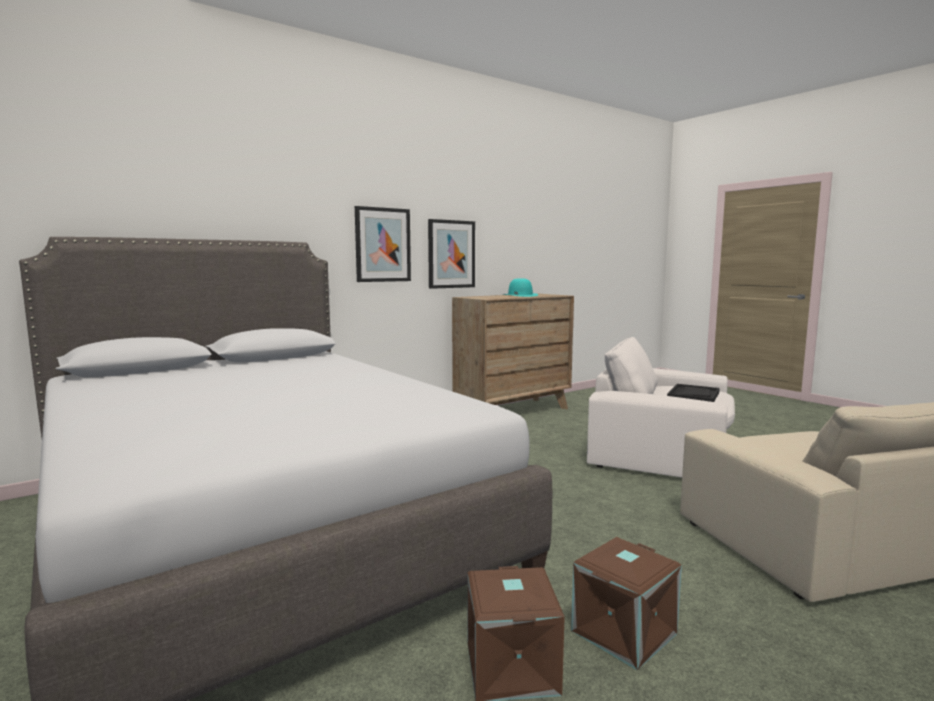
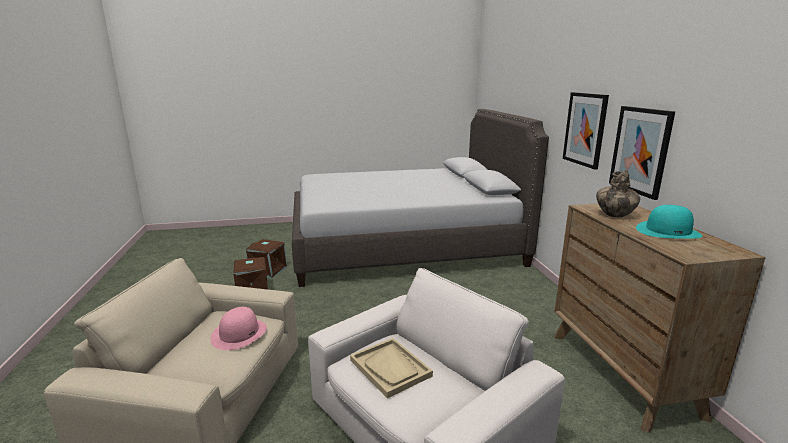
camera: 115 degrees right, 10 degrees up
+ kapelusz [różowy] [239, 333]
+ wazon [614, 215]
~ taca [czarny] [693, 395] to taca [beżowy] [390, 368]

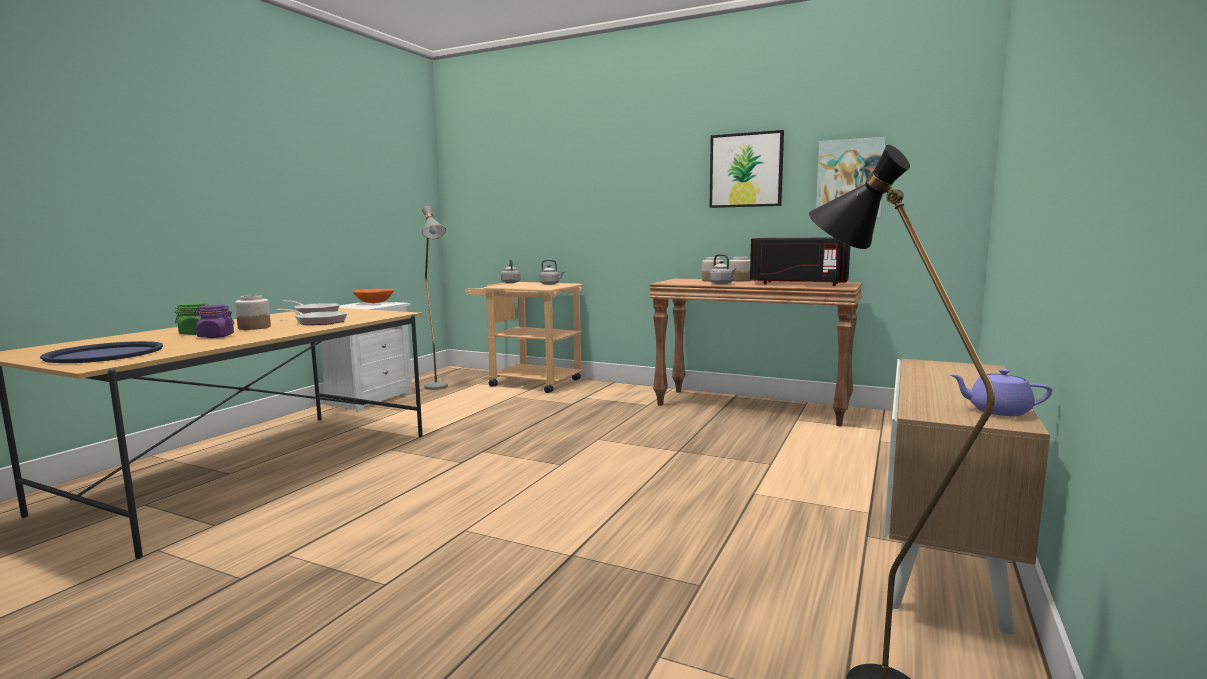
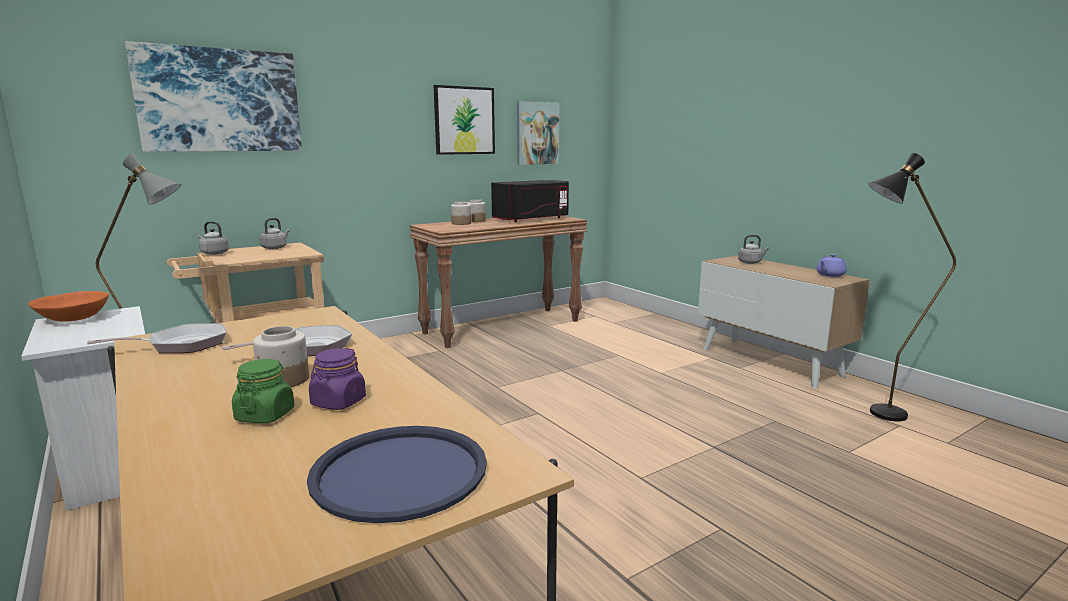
camera: 60 degrees left, 5 degrees up
+ obraz [220, 100]
~ czajnik [szary] [722, 283] to [751, 262]

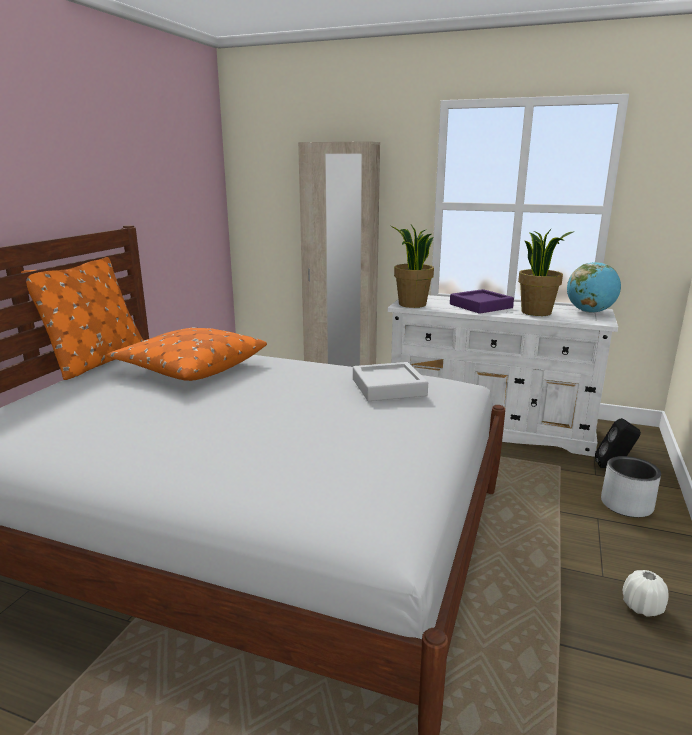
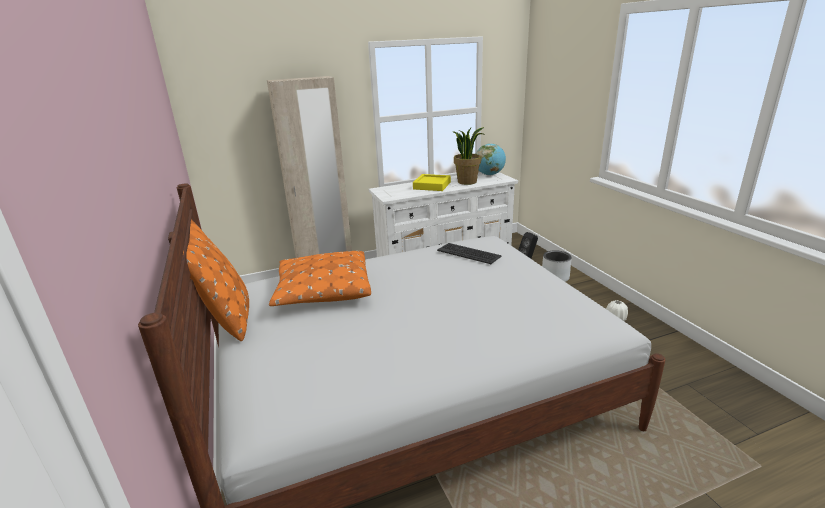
camera: 40 degrees left, 5 degrees up
- roślina doniczkowa [411, 304]
~ taca [szary] [388, 387] to klawiatura [469, 253]
~ taca [fioletowy] [480, 306] to taca [żółty] [432, 186]

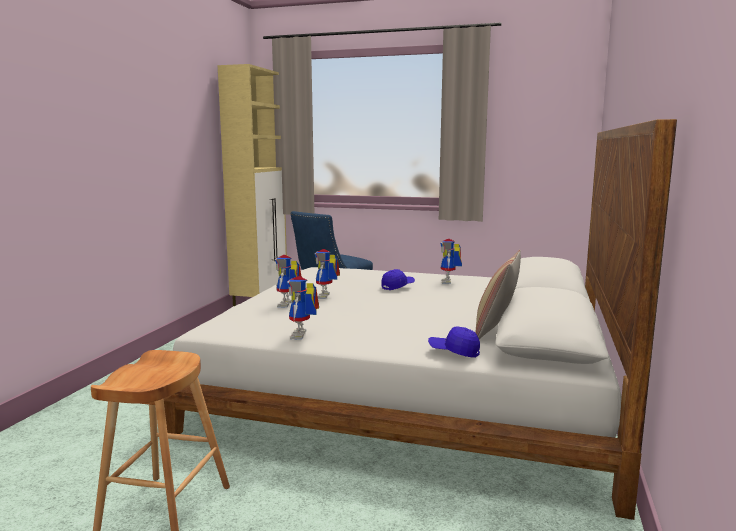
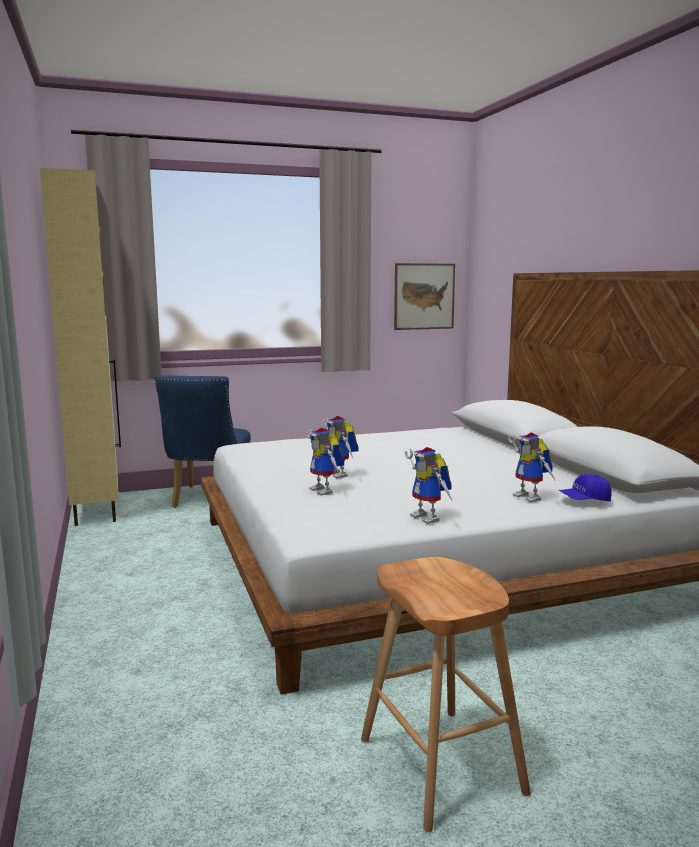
camera: 35 degrees left, 0 degrees up
- czapka z daszkiem [niebieski] [397, 286]
- poduszka [495, 332]
+ obraz [424, 296]
~ robot zabawkowy [449, 282] to [532, 497]

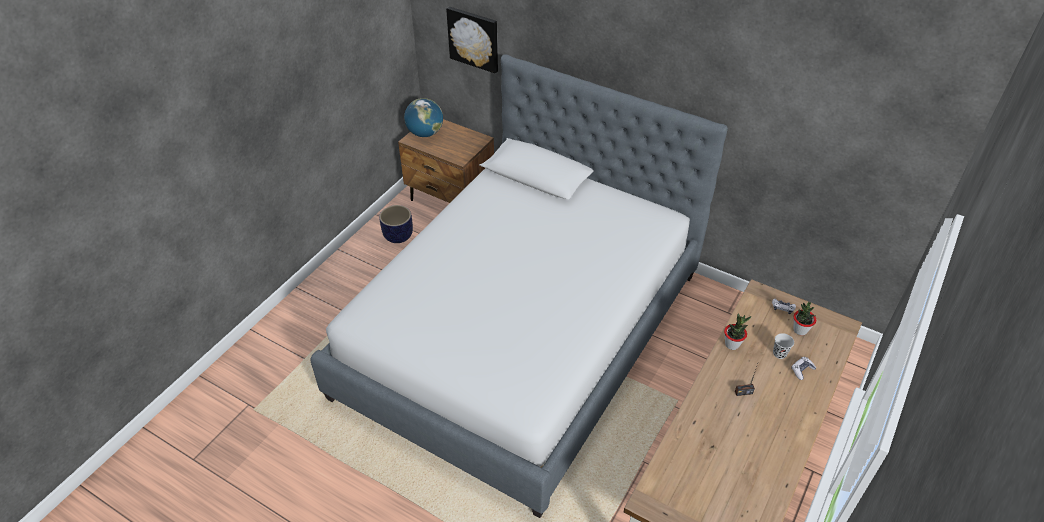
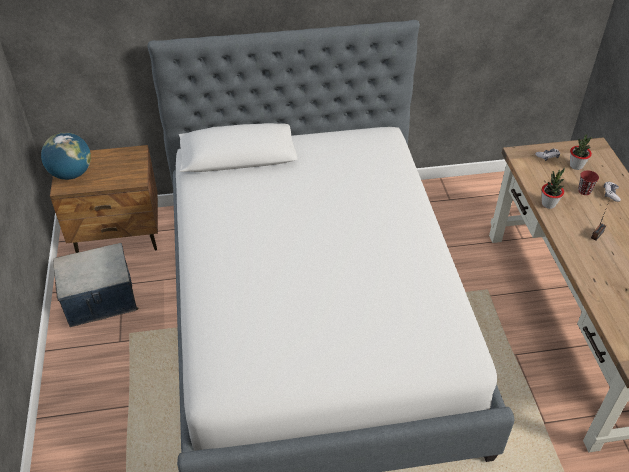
camera: 40 degrees left, 0 degrees up
- obraz [474, 38]
~ donica [398, 236] to pojemnik do przechowywania [100, 300]
~ filiżanka [czarny] [779, 353] to filiżanka [czerwony] [584, 191]

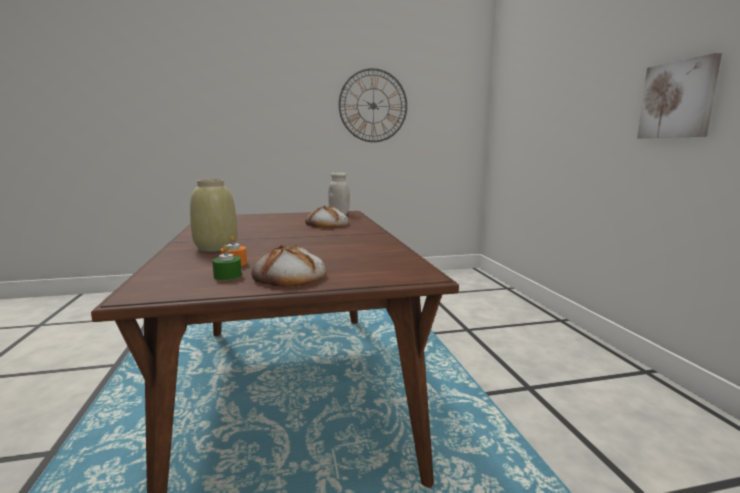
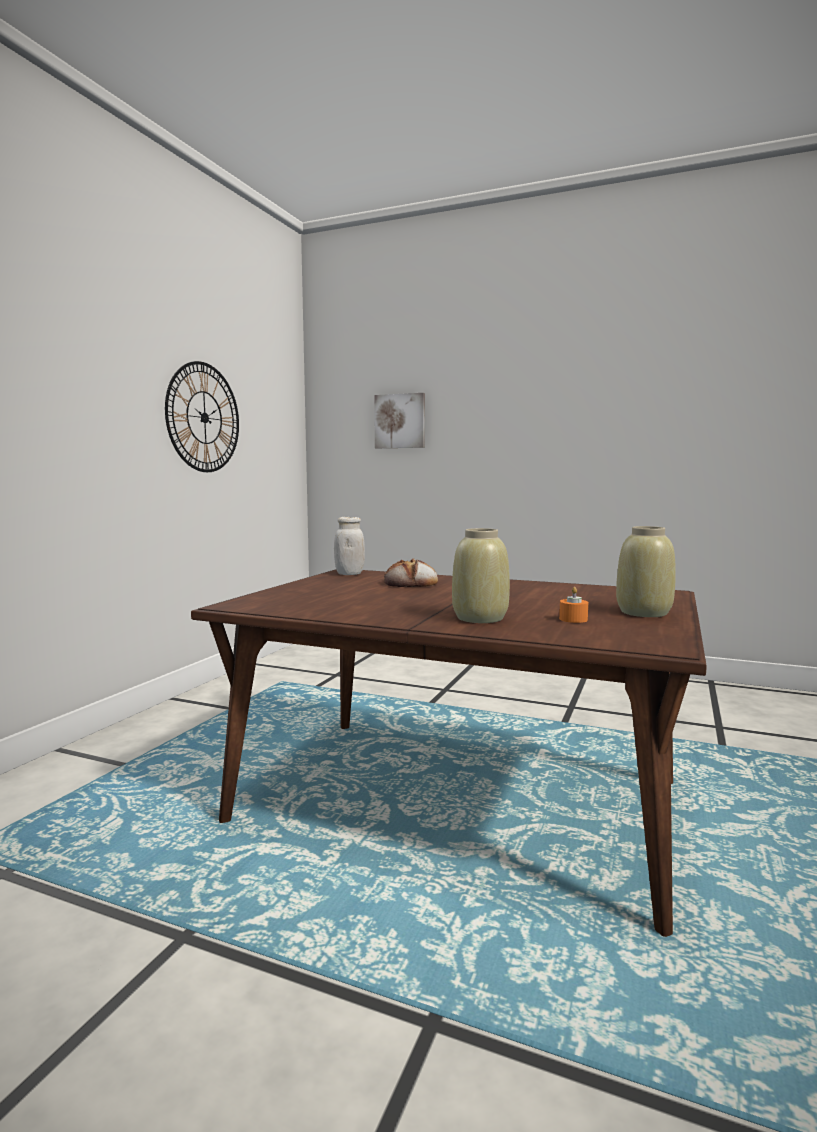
camera: 55 degrees left, 5 degrees down
- świeca [zielony] [227, 276]
~ obraz [677, 100] to [400, 421]
~ chleb [289, 277] to wazon [beżowy] [644, 612]

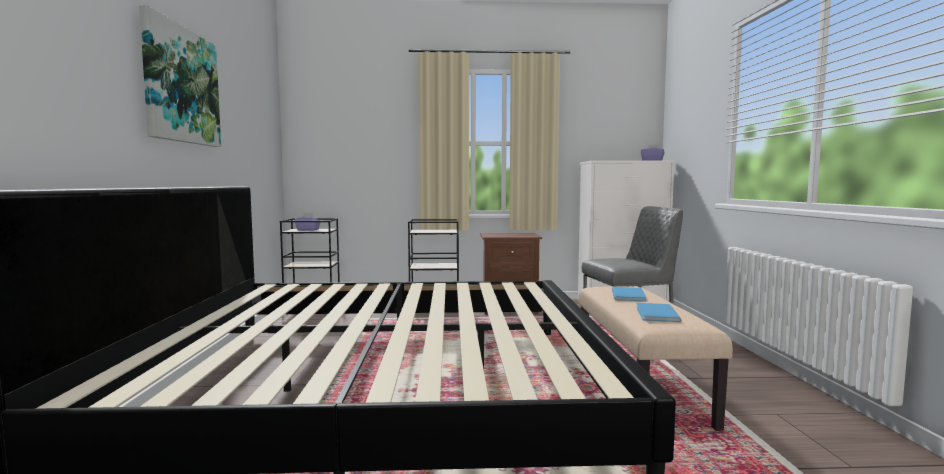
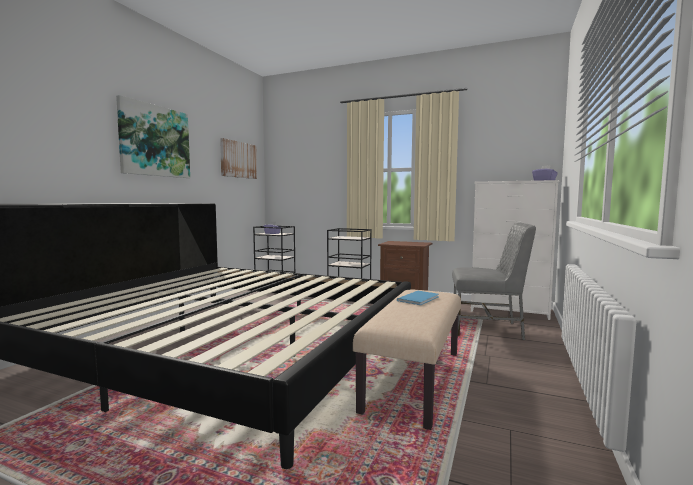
camera: 25 degrees right, 0 degrees up
- książka [niebieski] [655, 314]
+ obraz [238, 159]

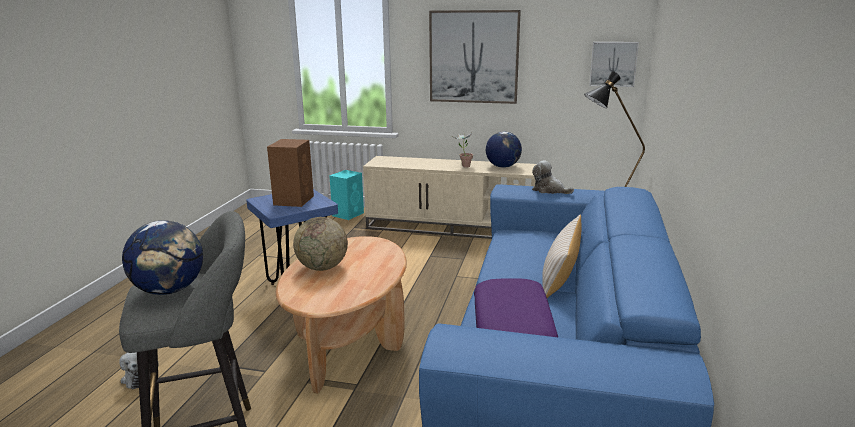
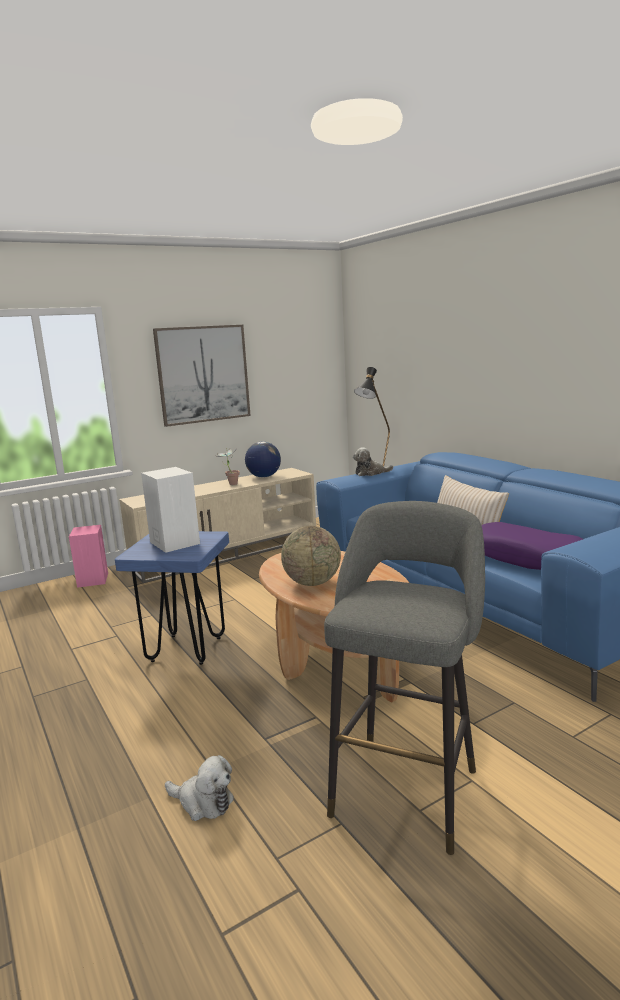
camera: 45 degrees left, 5 degrees down
- globus [170, 290]
- obraz [613, 64]
~ głośnik [brązowy] [294, 200] to głośnik [biały] [174, 542]
~ głośnik [turkusowy] [348, 214] to głośnik [różowy] [93, 579]

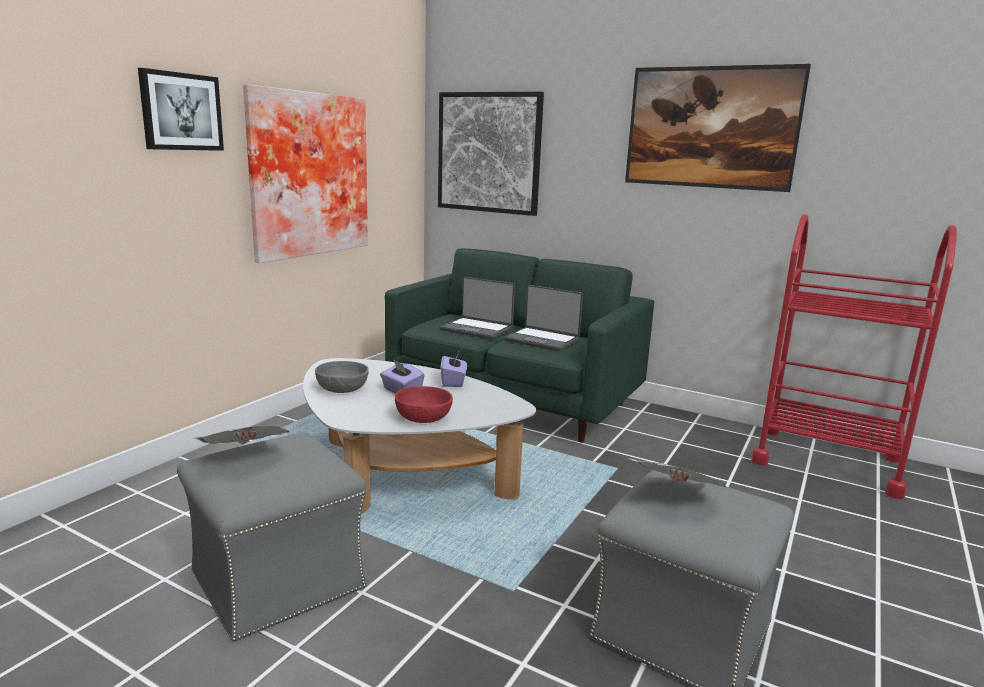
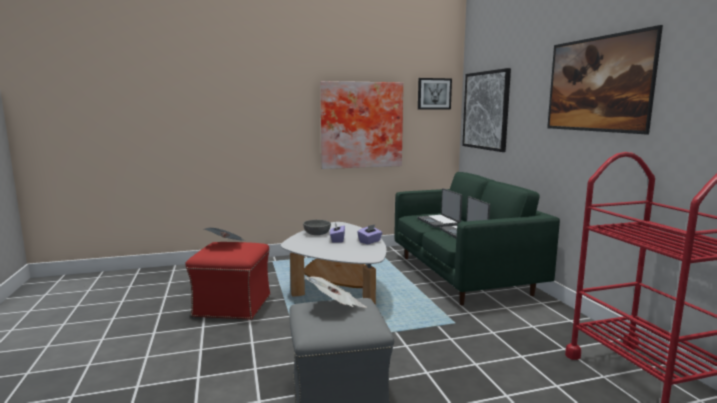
camera: 45 degrees right, 5 degrees down
- miska [czerwony] [423, 417]
~ obraz [181, 111] to [434, 94]
~ pufa [szary] [276, 581] to pufa [czerwony] [232, 306]

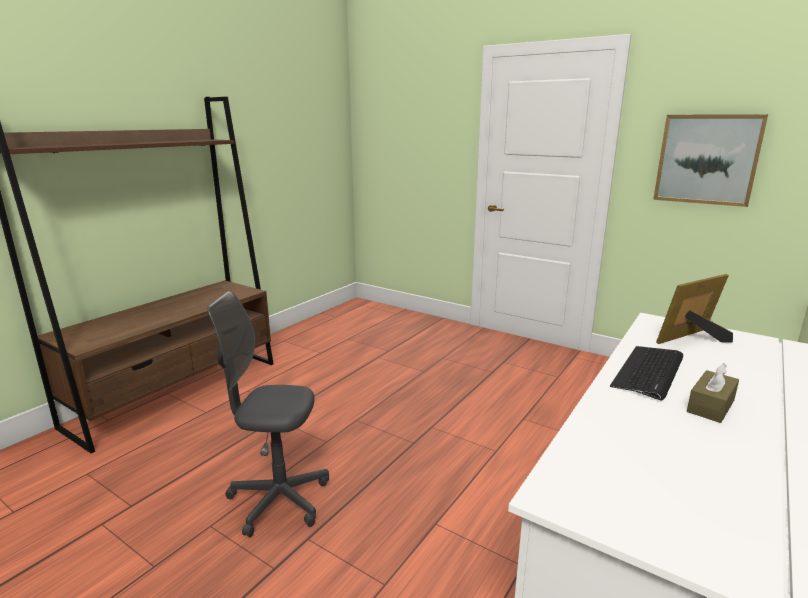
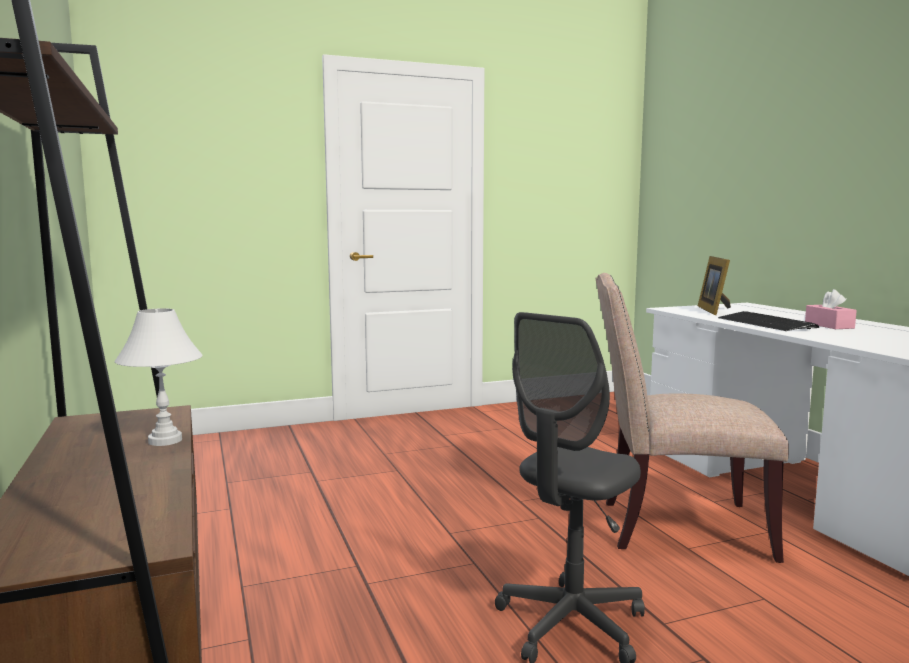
camera: 55 degrees left, 10 degrees down
- obraz [707, 159]
+ lampa stołowa [biały] [165, 440]
+ krzesło [beżowy] [676, 528]
~ pudełko chusteczek [brązowy] [710, 406] to pudełko chusteczek [różowy] [829, 325]

